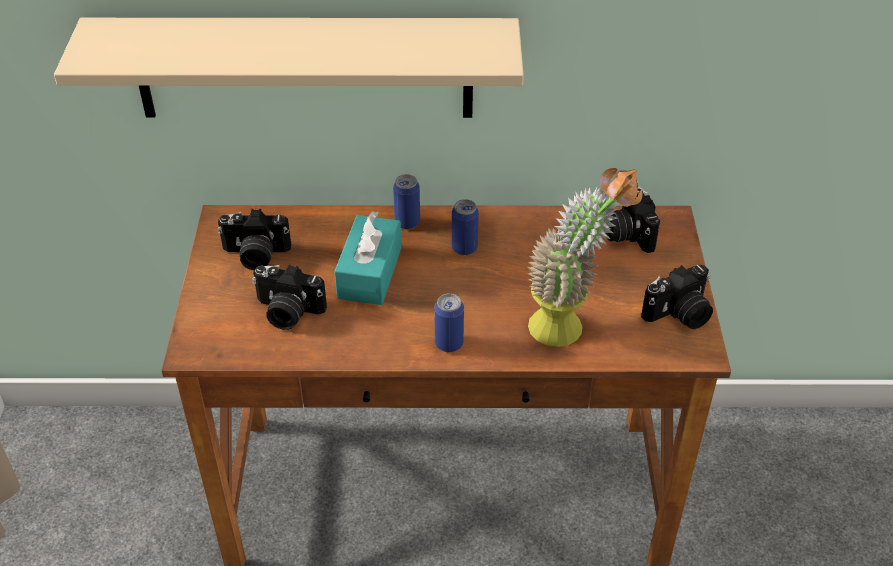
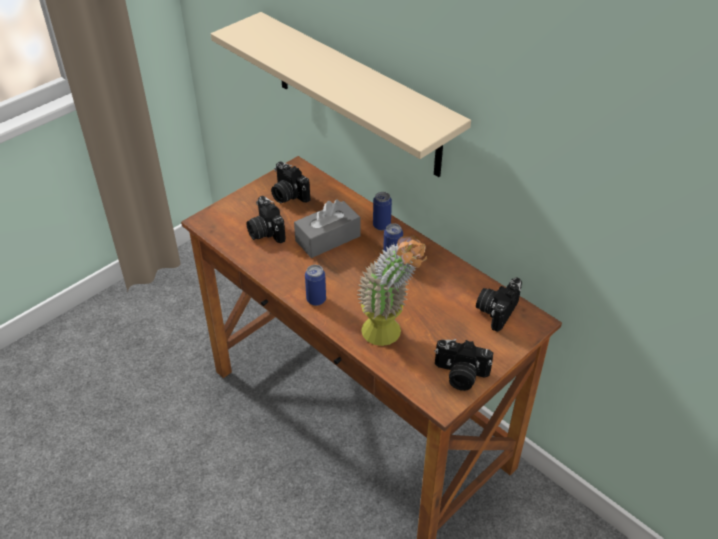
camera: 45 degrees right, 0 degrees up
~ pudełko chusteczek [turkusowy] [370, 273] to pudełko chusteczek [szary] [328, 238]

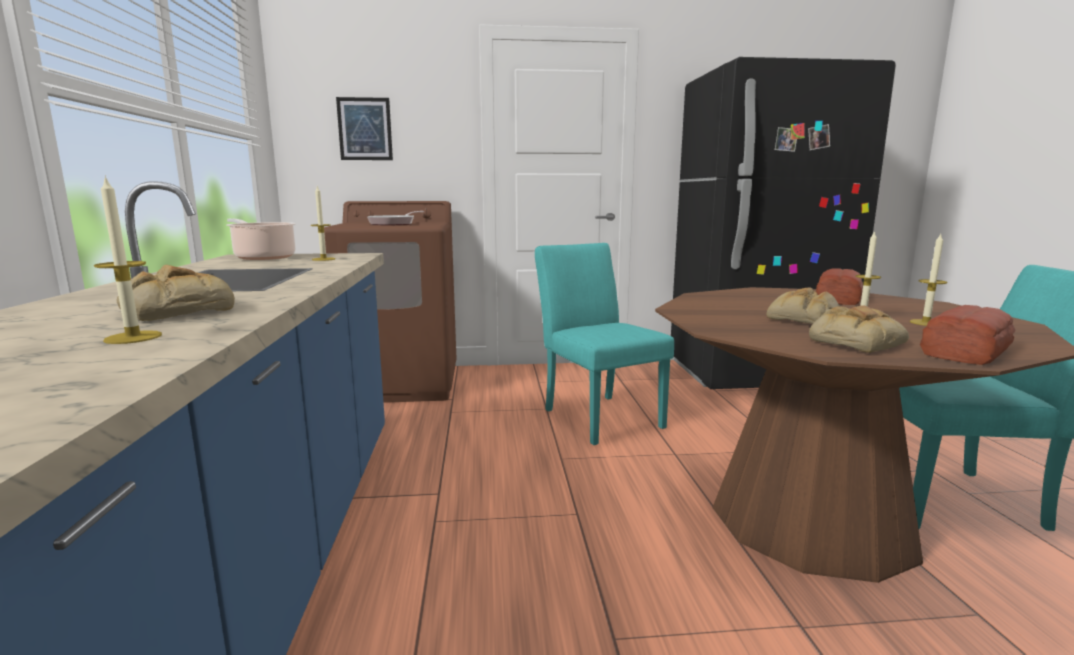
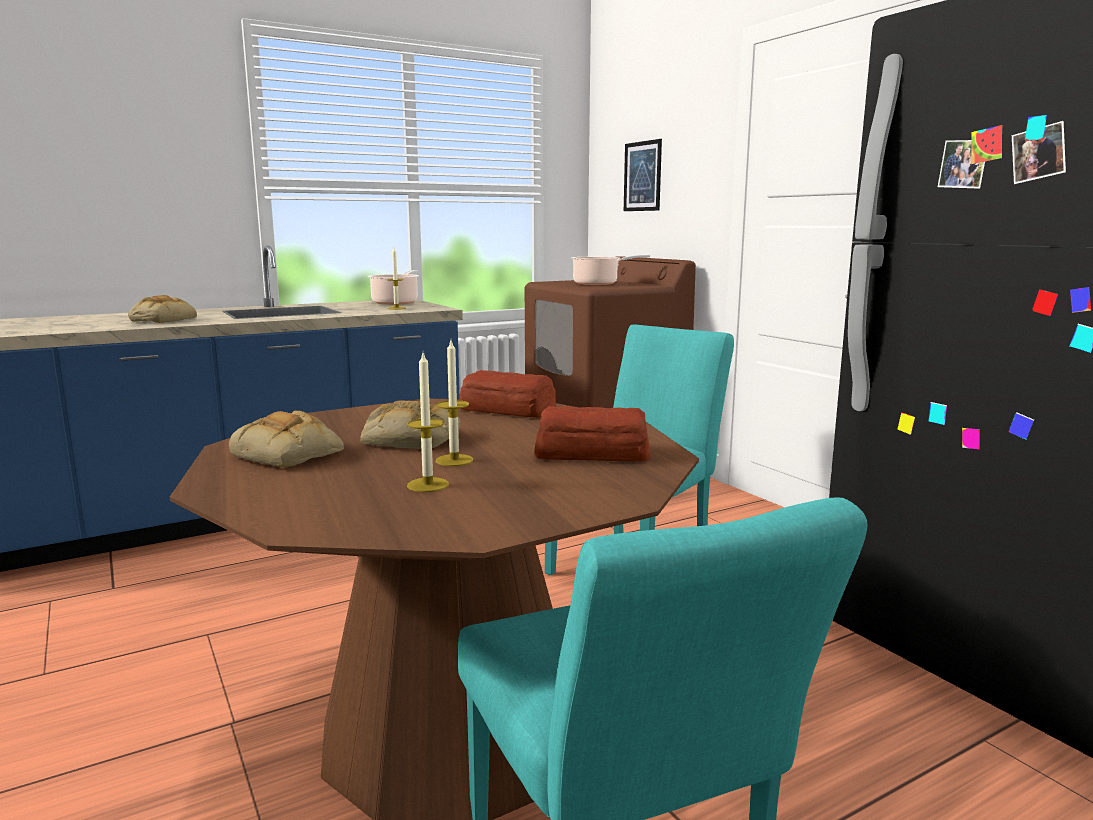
camera: 65 degrees right, 0 degrees up
- świeca [133, 337]
~ chleb [964, 351] to [507, 409]
~ patelnia [394, 223] to garnek [598, 284]

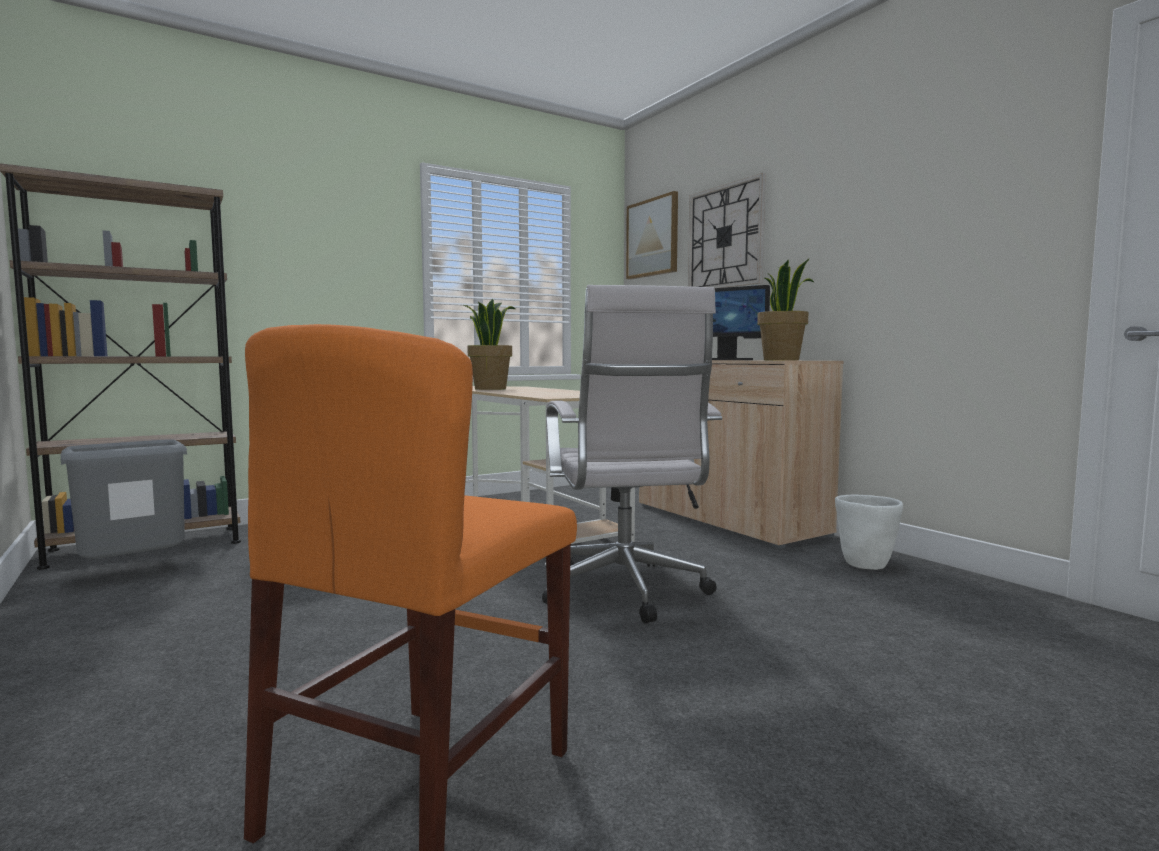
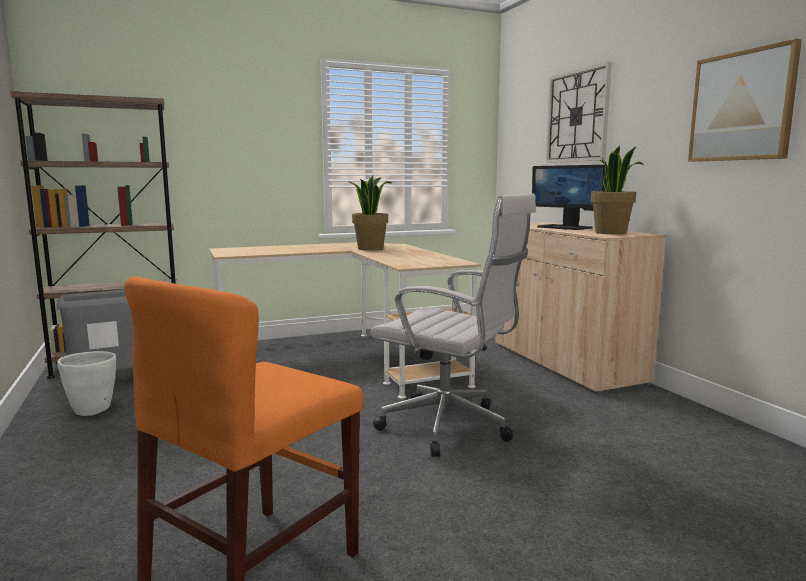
camera: 10 degrees right, 5 degrees up
~ obraz [653, 238] to [742, 106]
~ donica [biały] [865, 564] to [93, 410]
~ krzesło biurowe [biały] [626, 593] = [451, 428] 60 degrees counterclockwise

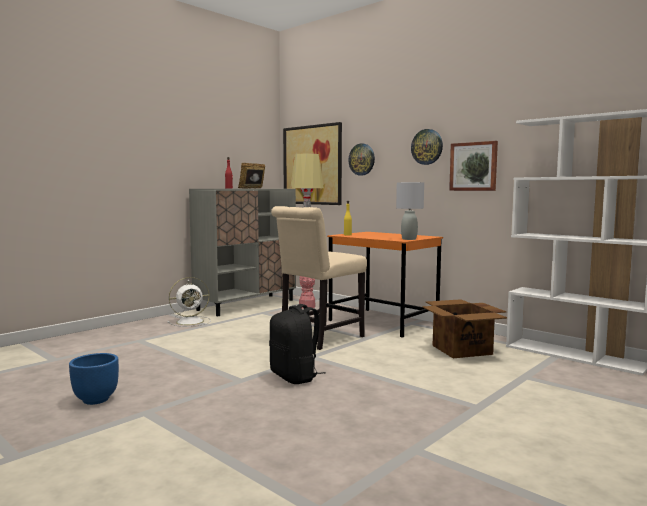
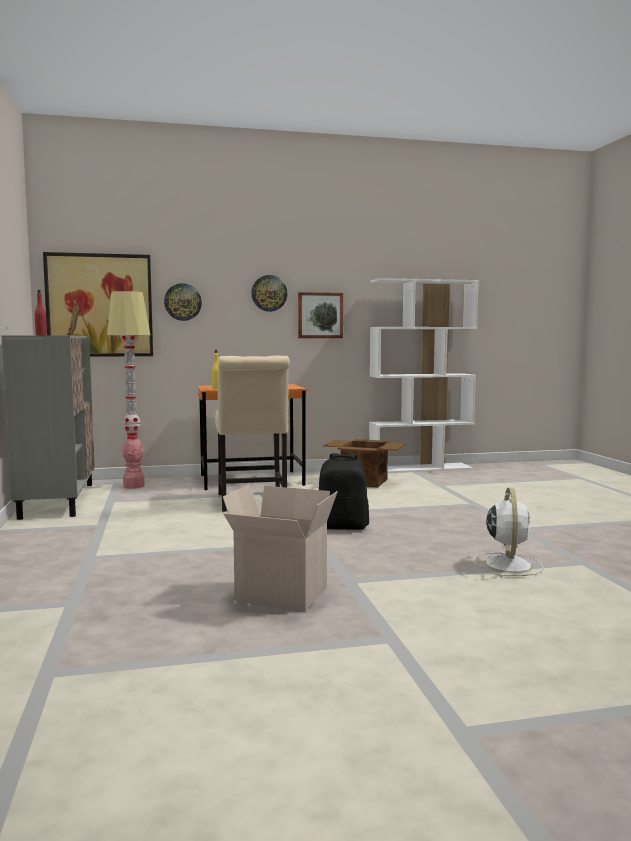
camera: 55 degrees left, 0 degrees up
- lampa stołowa [szary] [409, 239]
~ wentylator [biały] [191, 321] to [507, 564]
~ donica [niebieski] [96, 399] to karton [279, 595]

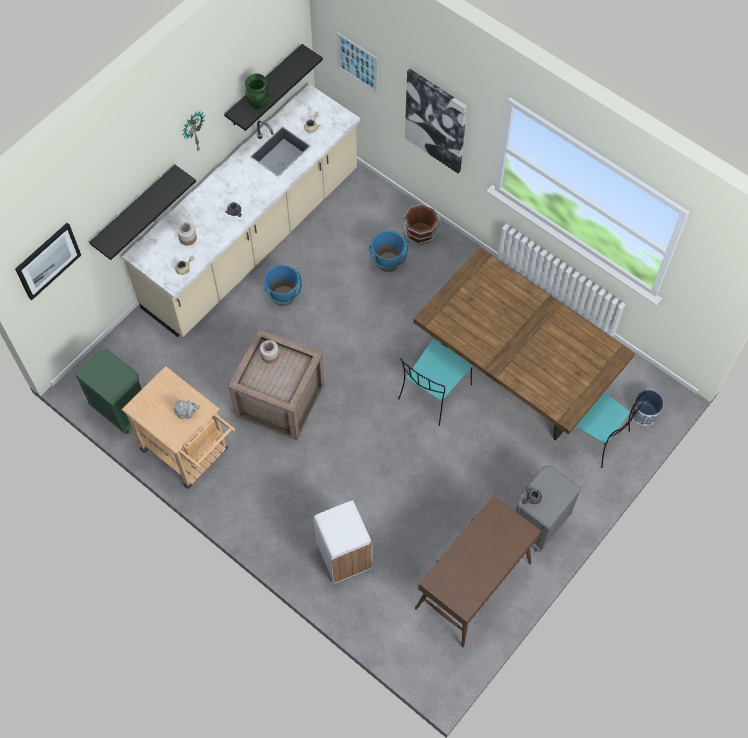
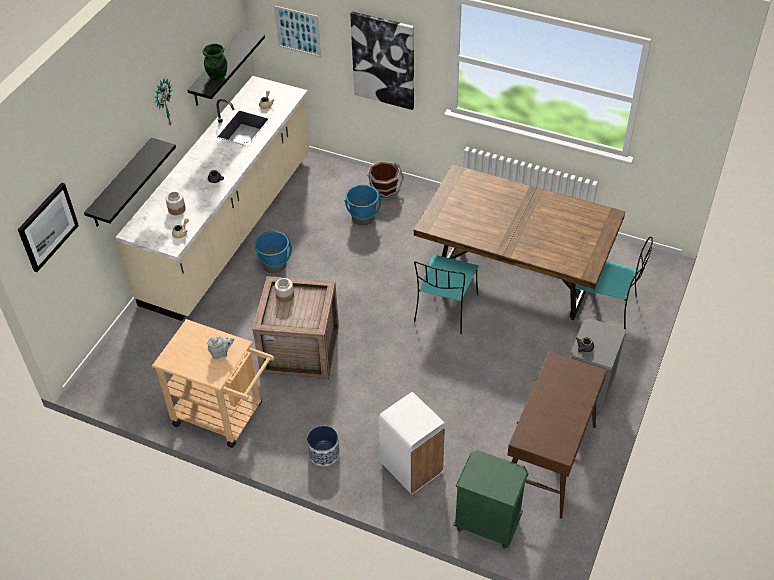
camera: 15 degrees left, 15 degrees down
~ szafka nocna [zielony] [121, 409] to [487, 524]
~ donica [644, 413] to [324, 453]

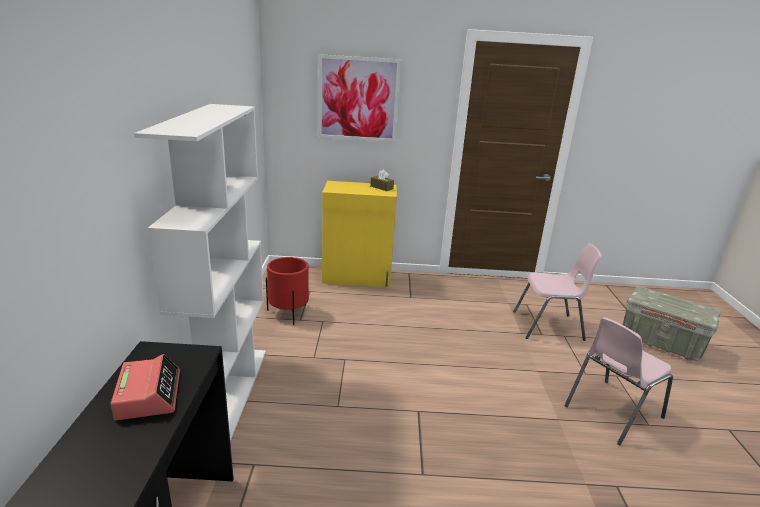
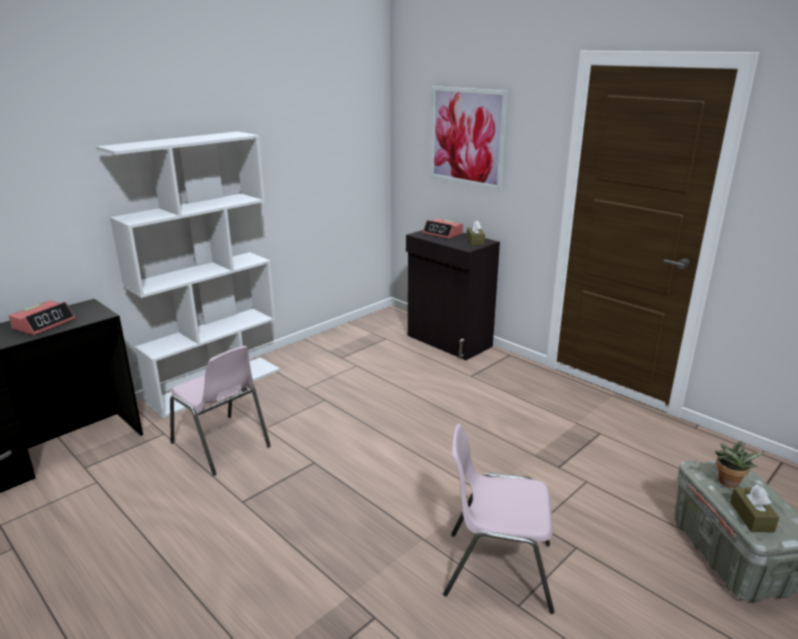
camera: 45 degrees right, 0 degrees up
- donica [czerwony] [288, 313]
+ budzik [443, 234]
+ roślina doniczkowa [728, 484]
+ pudełko chusteczek [brązowy] [751, 517]
~ krzesło [różowy] [549, 326] to [222, 445]
~ szafka [żółty] [357, 277] to szafka [czarny] [448, 341]

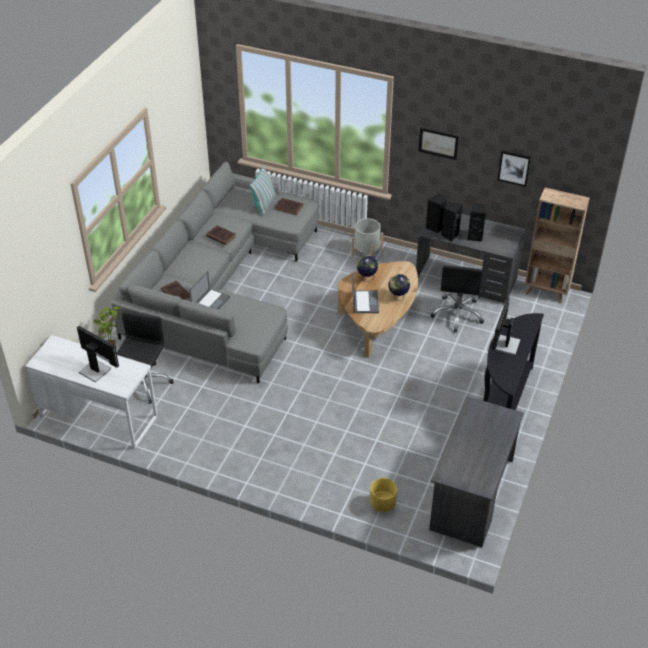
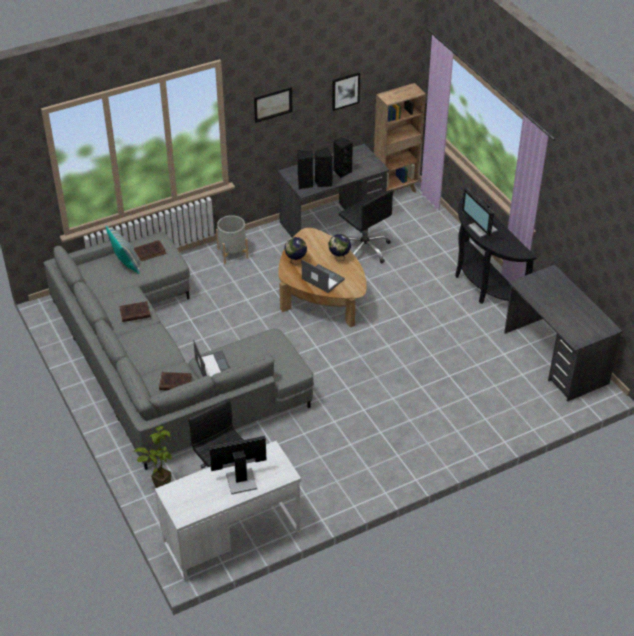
camera: 50 degrees left, 0 degrees up
- donica [żółty] [382, 504]

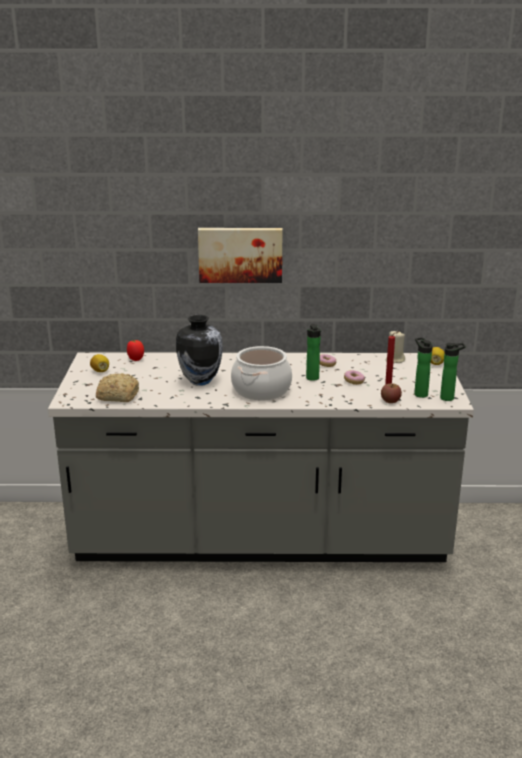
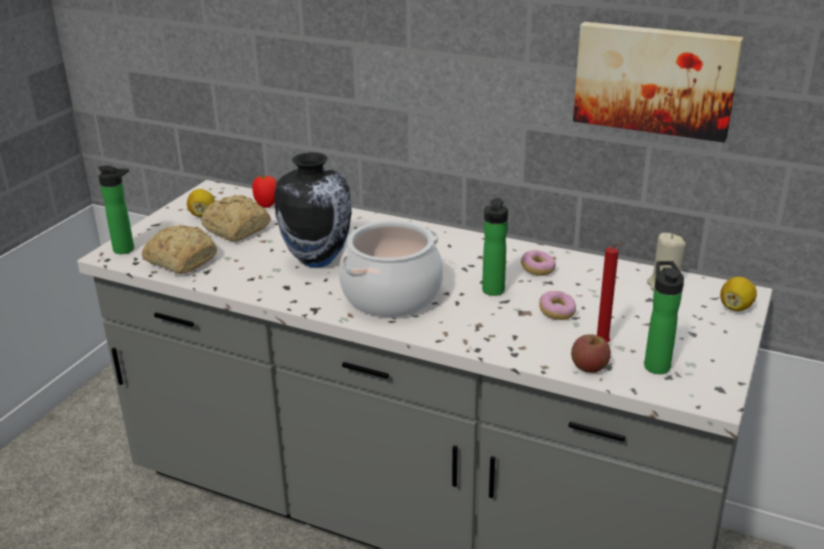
camera: 25 degrees right, 5 degrees up
+ chleb [237, 230]
~ obraz [240, 254] to [655, 79]
~ butelka [449, 398] to [127, 250]

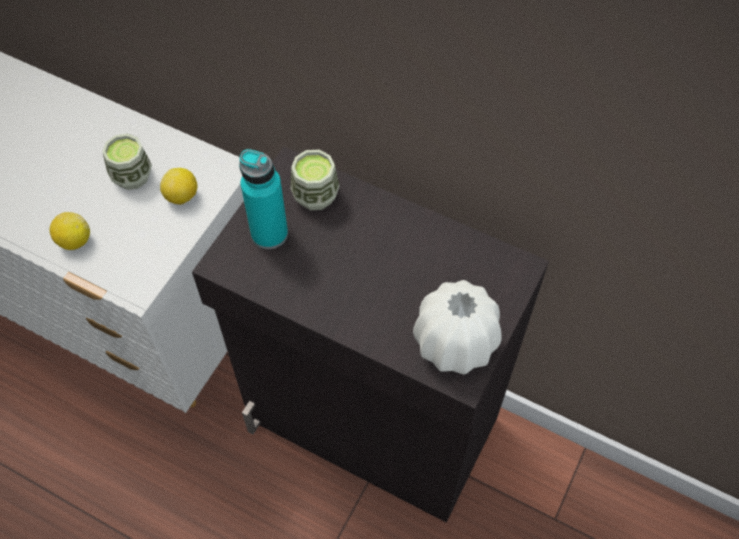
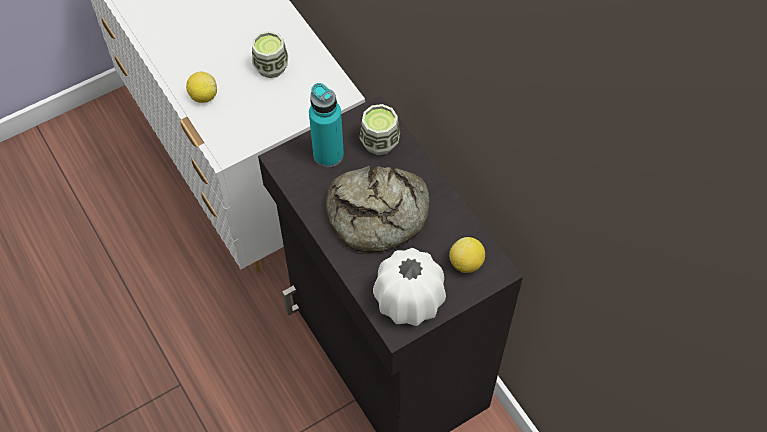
camera: 30 degrees right, 0 degrees up
+ chleb [378, 215]
~ cytryna [182, 196] to [466, 263]

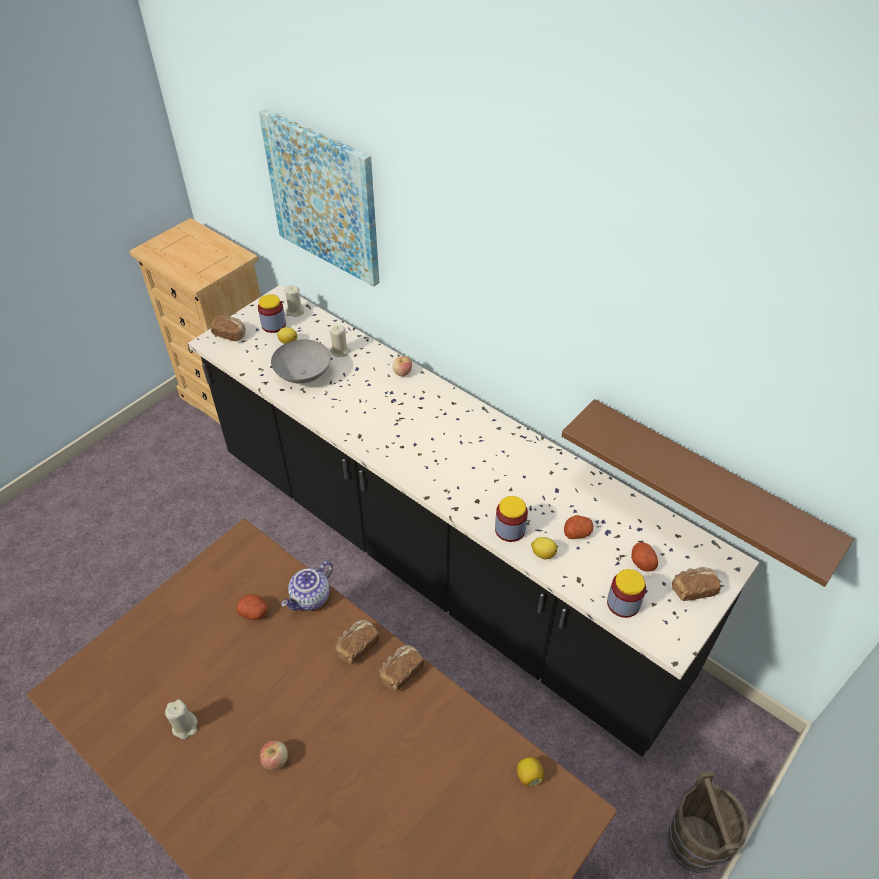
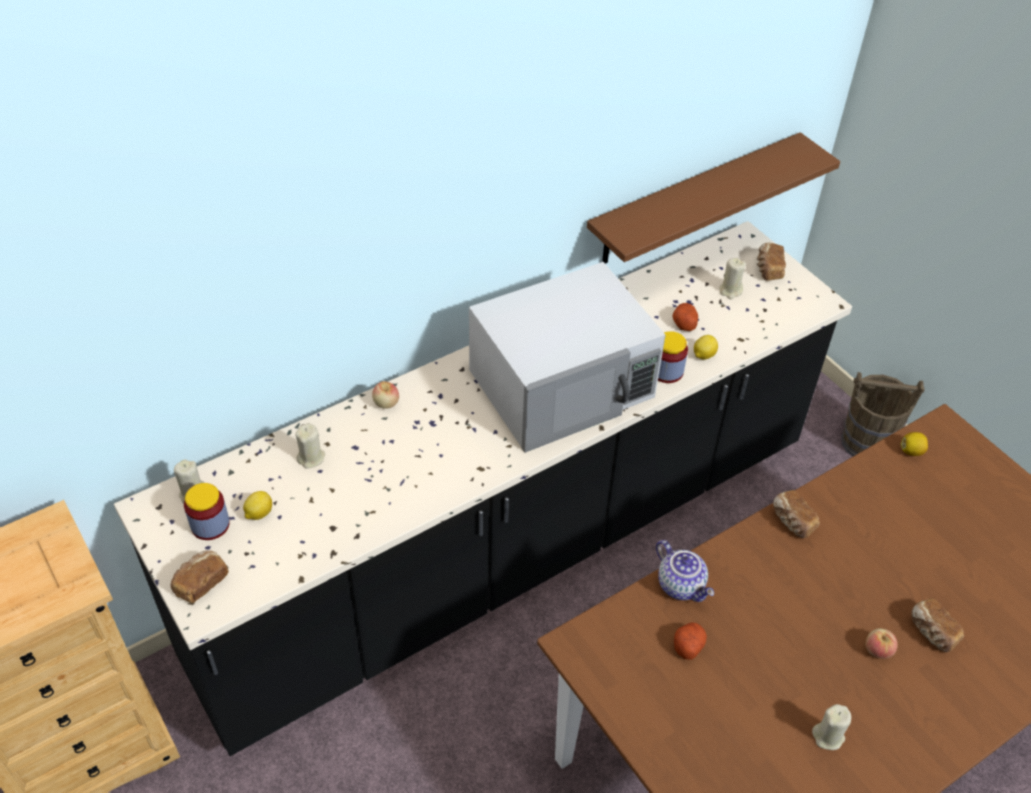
camera: 75 degrees left, 0 degrees up
- obraz [324, 197]
- miska [szary] [304, 374]
- słoik [623, 603]
+ mikrofalówka [biały] [563, 384]
~ chleb [357, 646] to [931, 632]
~ ziemniak [642, 561] to świeca [beżowy] [730, 290]

